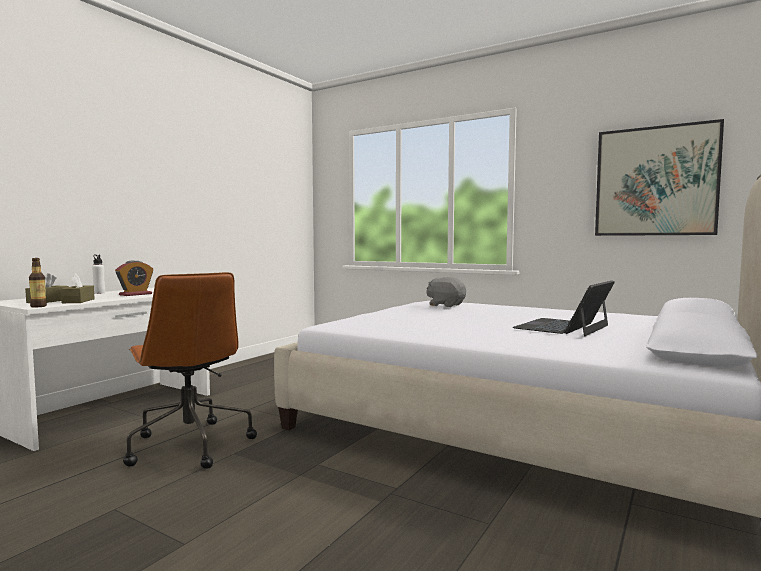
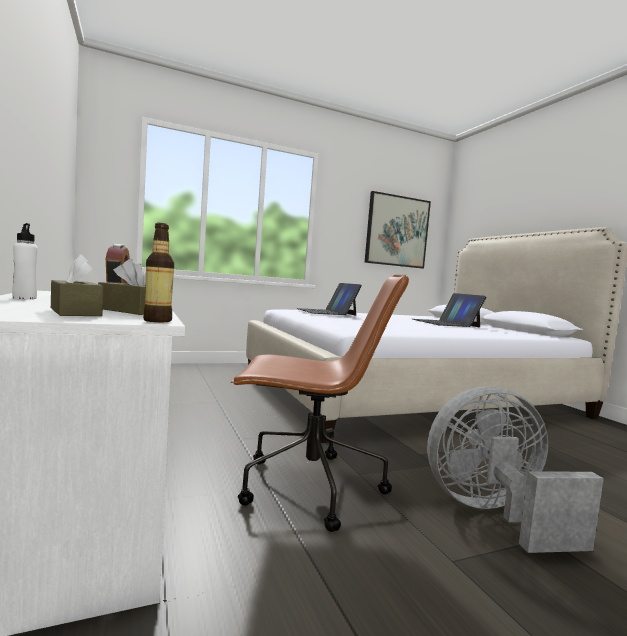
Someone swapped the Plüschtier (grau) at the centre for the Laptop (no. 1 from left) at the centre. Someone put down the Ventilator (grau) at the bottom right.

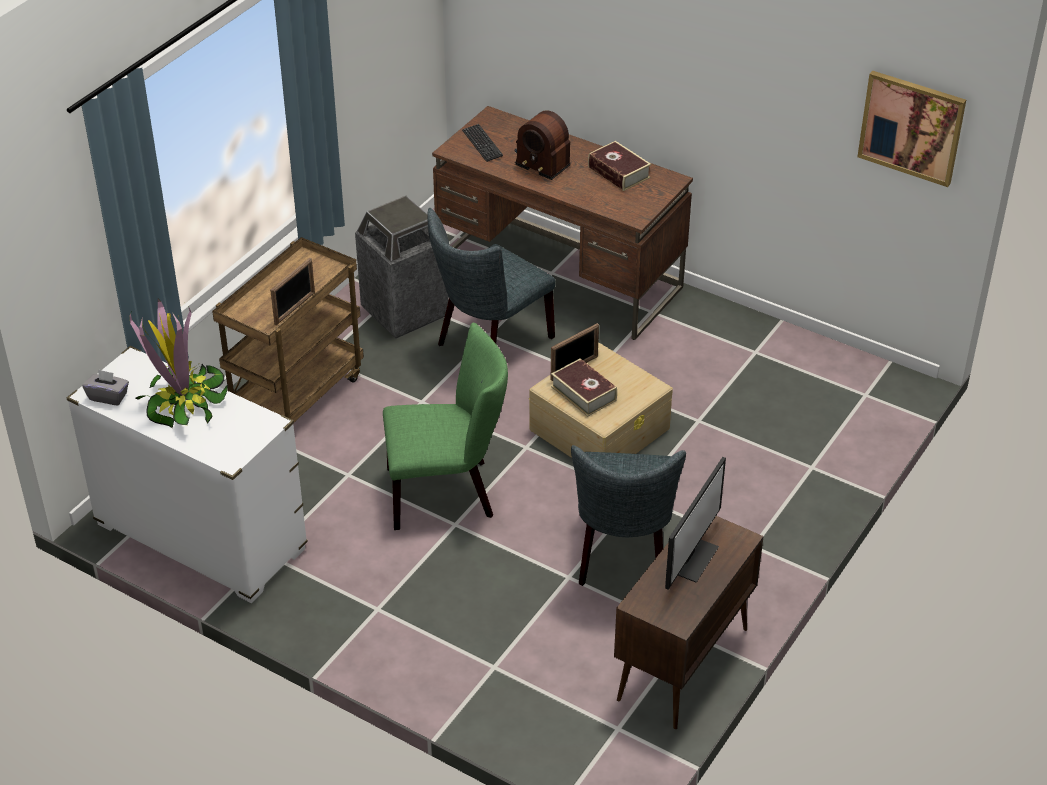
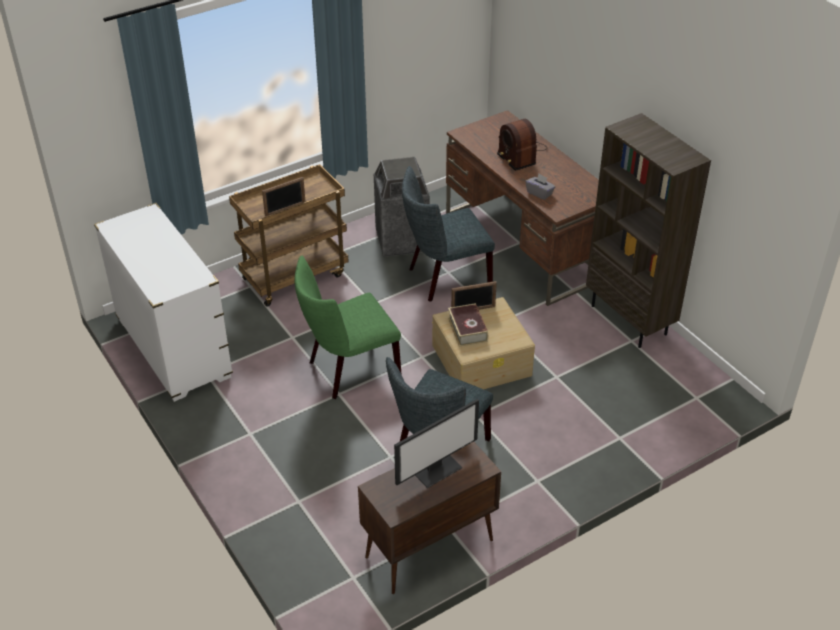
Someone rotated the Stuhl (grün) at the centre by 135 degrees clockwise. Someone carried the Taschentuchbox (grau) from the middle left to the top centre. Someone put down the Bücherregal (braun) at the middle right. Someone took away the Topfpflanze at the middle left. Someone took away the Tastatur at the top centre. Someone took away the Buch (no. 2 from left) at the top centre. Someone took away the Bild at the top right.

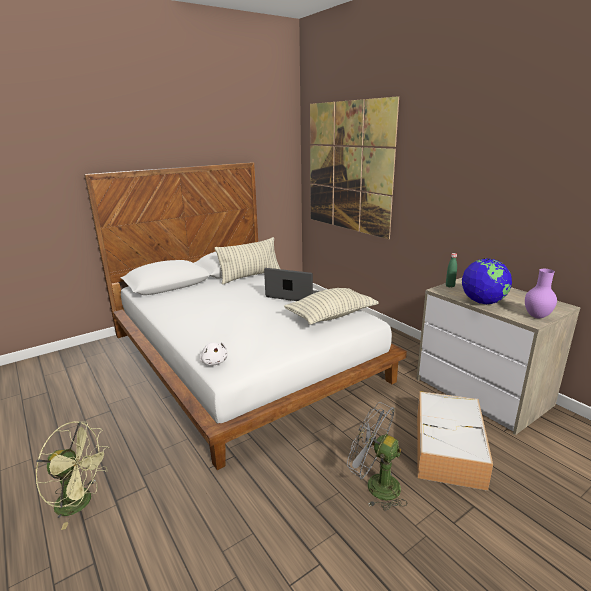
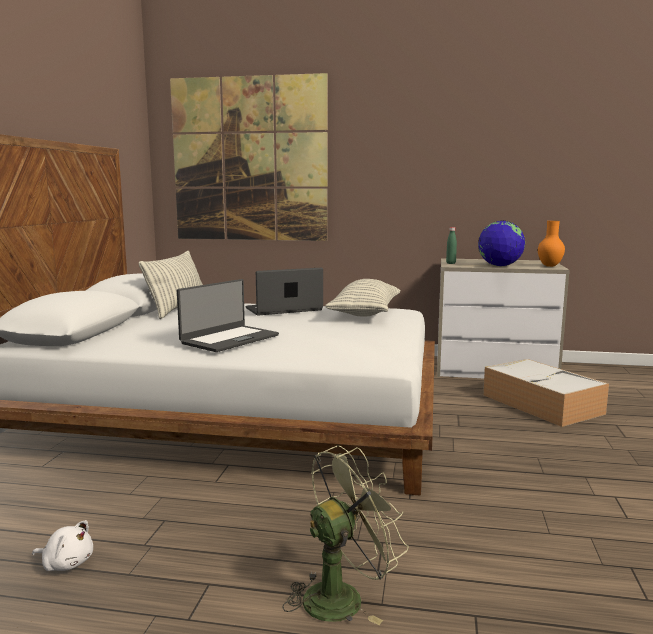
Someone carried the Plüschtier (weiß) from the centre to the bottom left. Someone put down the Laptop (no. 1 from left) at the centre. Someone repainted the Vase (lila) at the middle right, which became the Vase (orange) at the middle right. Someone took away the Ventilator (grau) at the bottom centre.

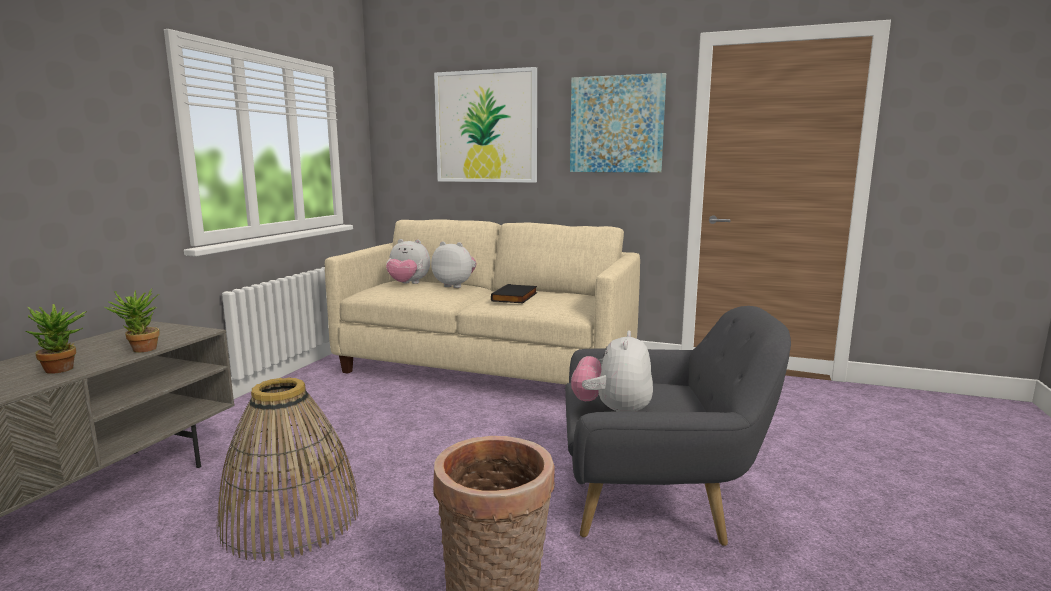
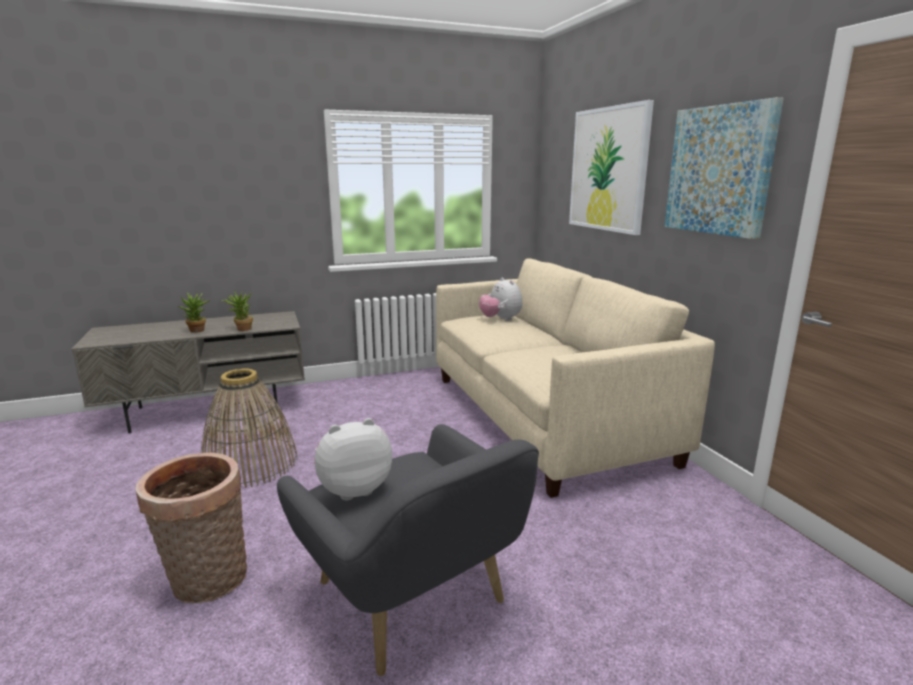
Someone took away the Plüschtier (no. 2 from left) at the centre. Someone took away the Buch (schwarz) at the centre.

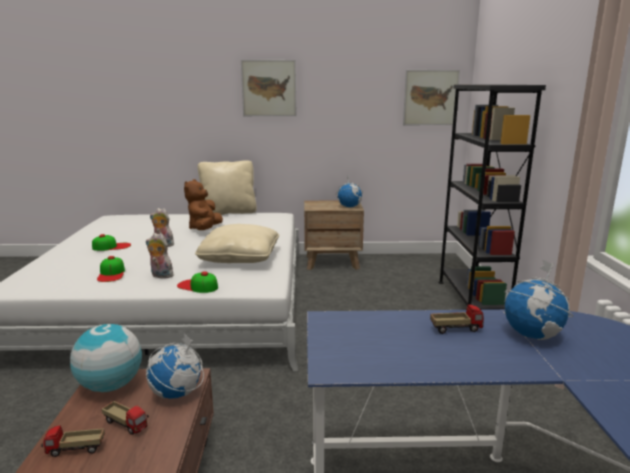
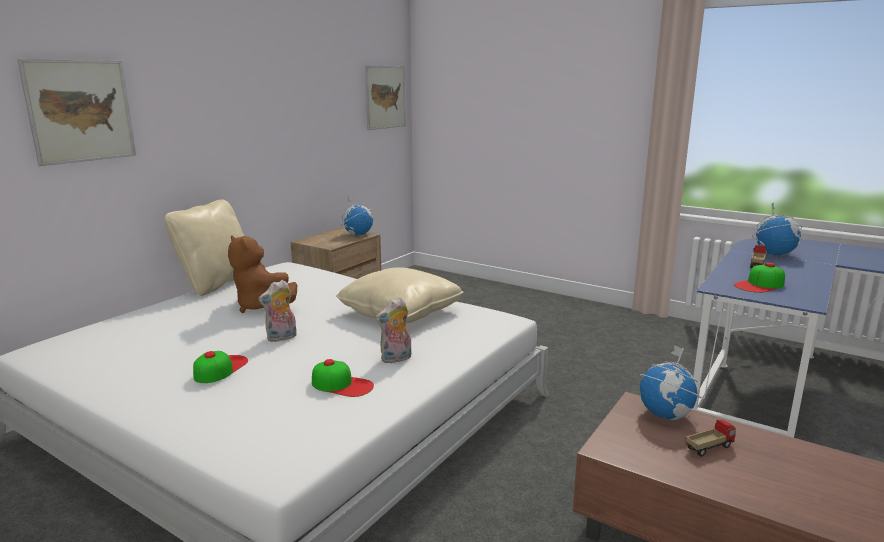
Someone carried the Bild (no. 1 from left) from the top centre to the top left. Someone carried the Kappe (no. 3 from left) from the middle left to the middle right. Someone took away the Spielzeuglaster (no. 1 from left) at the bottom left. Someone took away the Globus (no. 1 from left) at the bottom left. Someone took away the Bücherregal (schwarz) at the middle right.

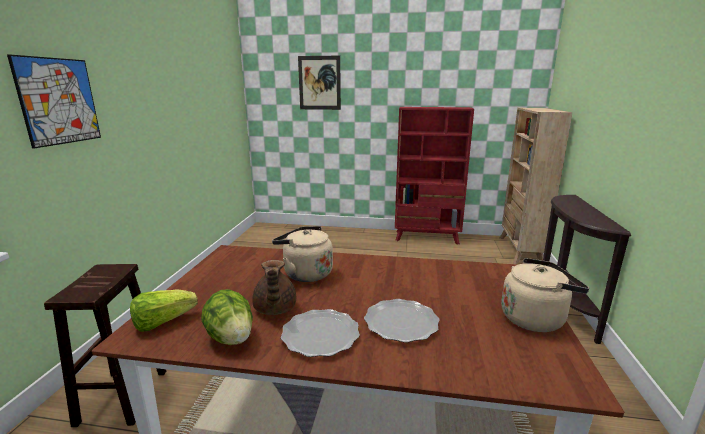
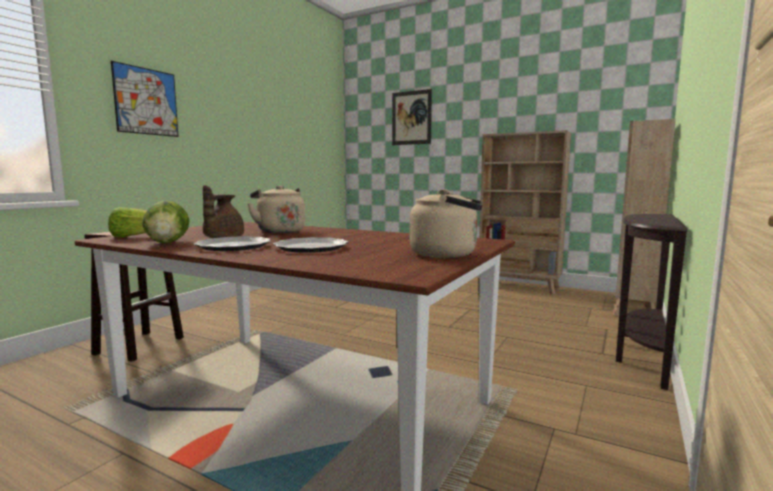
Someone repainted the Bücherregal (rot) at the centre, which became the Bücherregal (beige) (no. 1 from left) at the middle right.

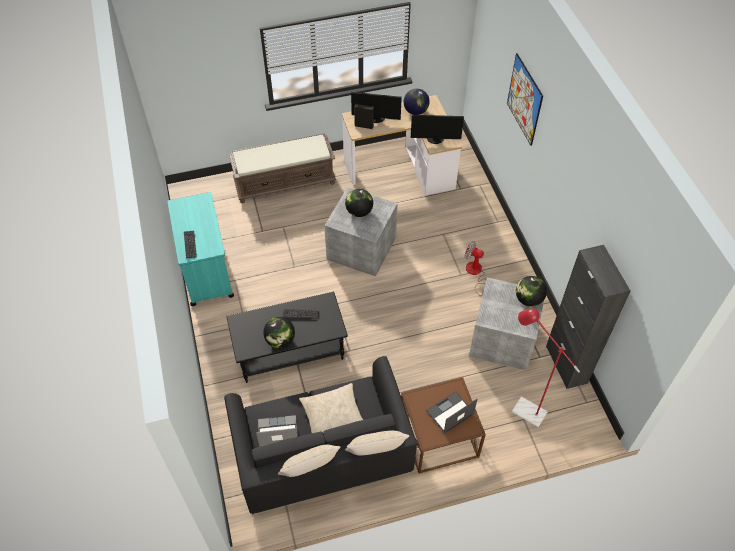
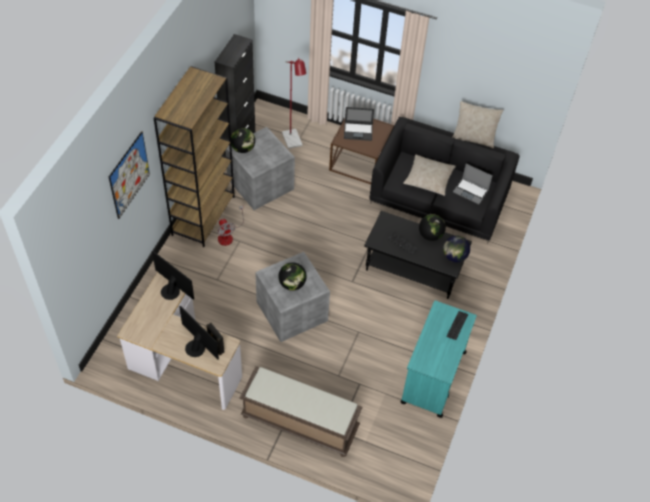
Someone put down the Bücherregal (braun) at the top left. Someone carried the Globus (no. 3 from left in the first image) from the top centre to the middle right. Someone took away the Kissen (beige) (no. 3 from left) at the bottom centre.

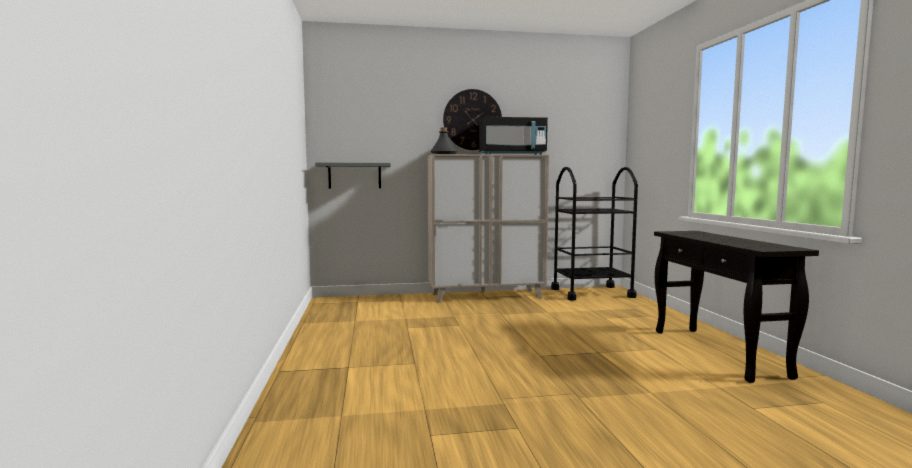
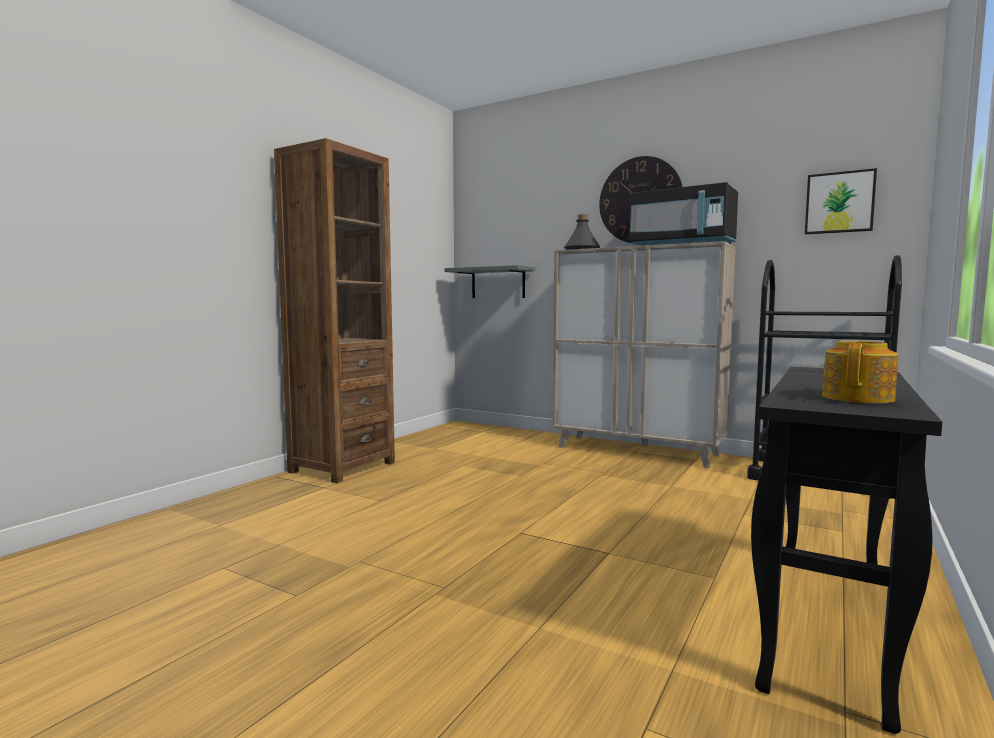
Someone put down the Bücherregal (braun) at the centre. Someone put up the Bild at the top right. Someone put down the Teekanne at the middle right.

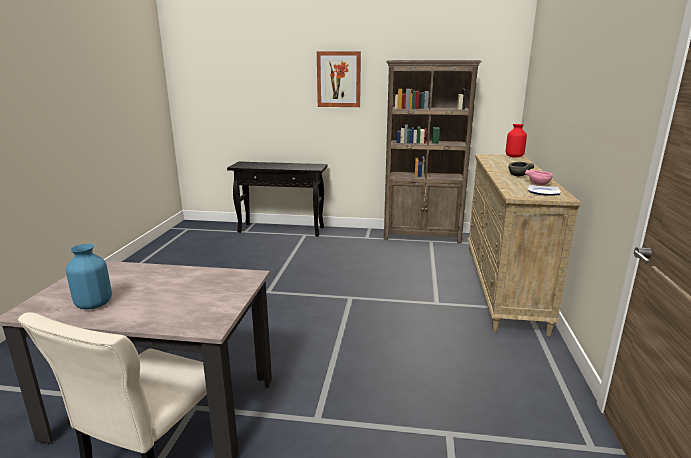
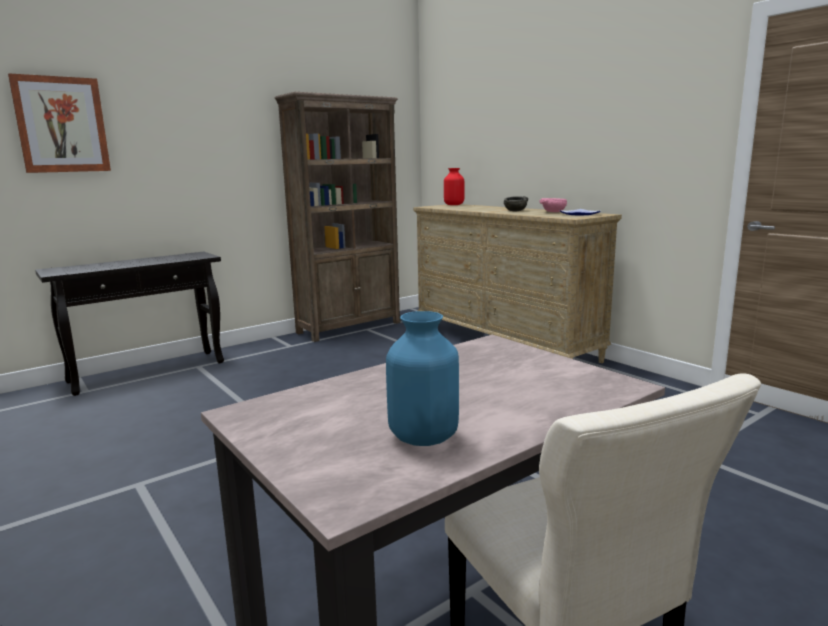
Someone carried the Bild from the top centre to the top left.

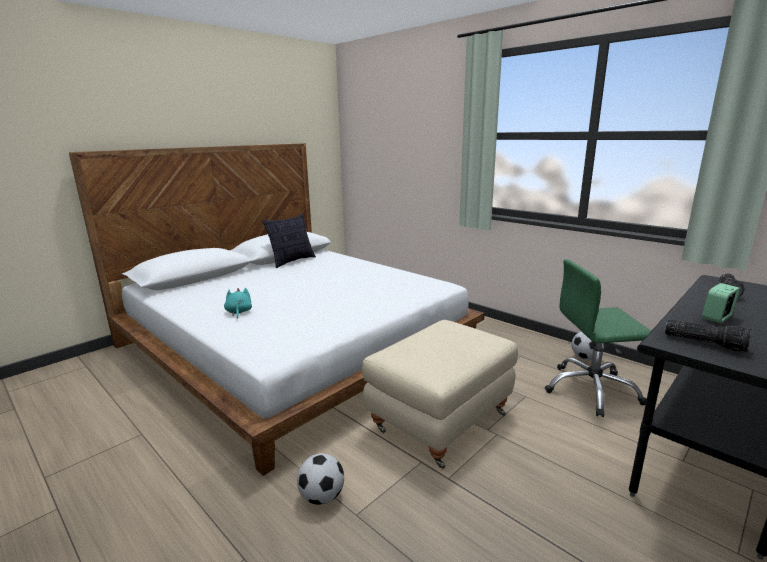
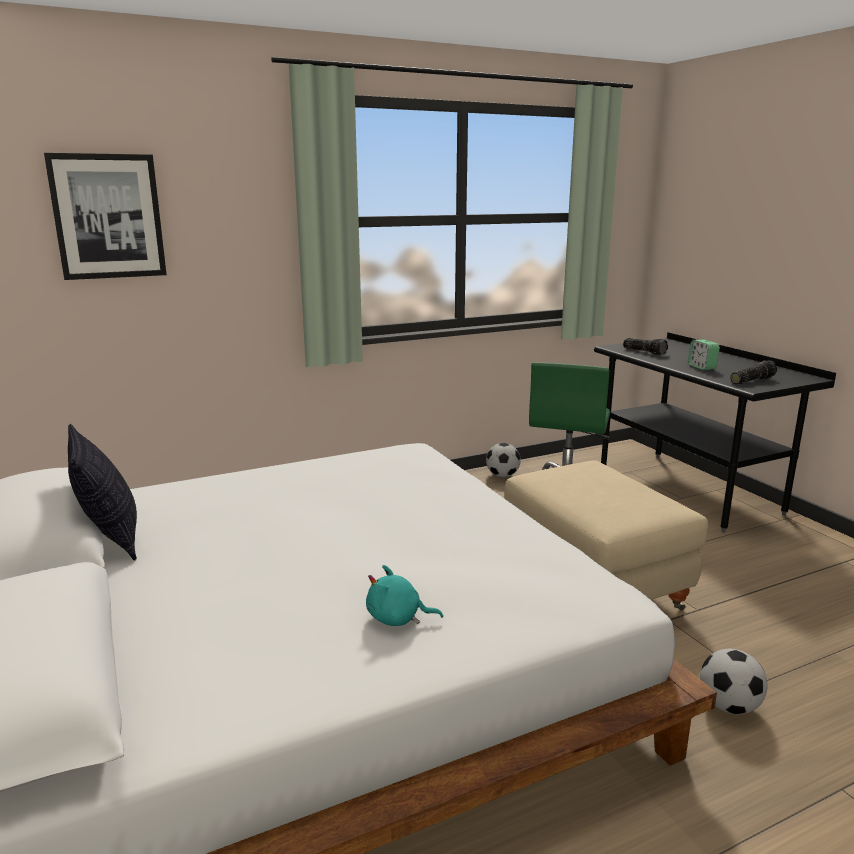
Someone put up the Bild at the top left.

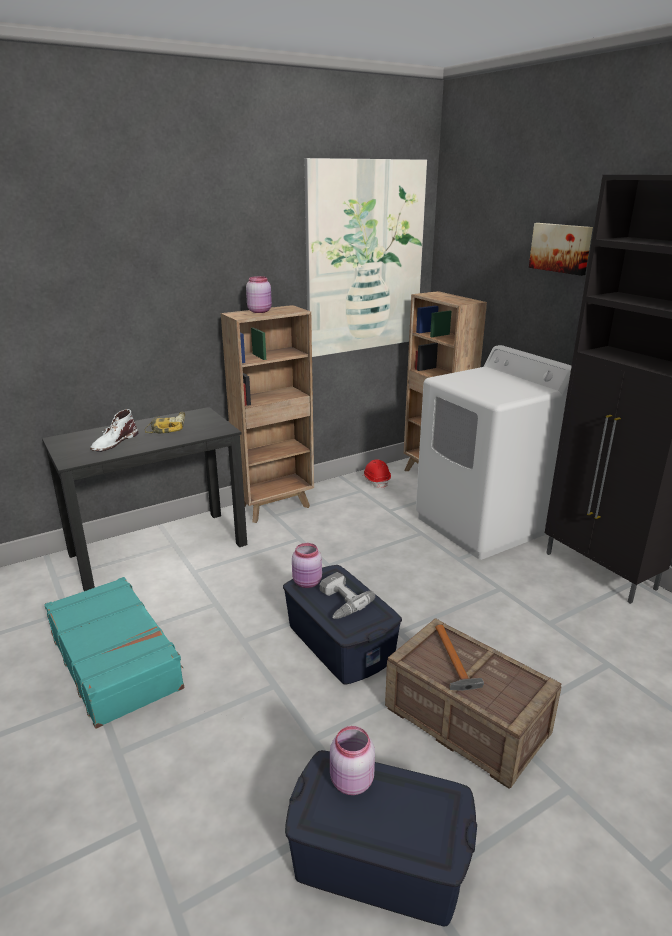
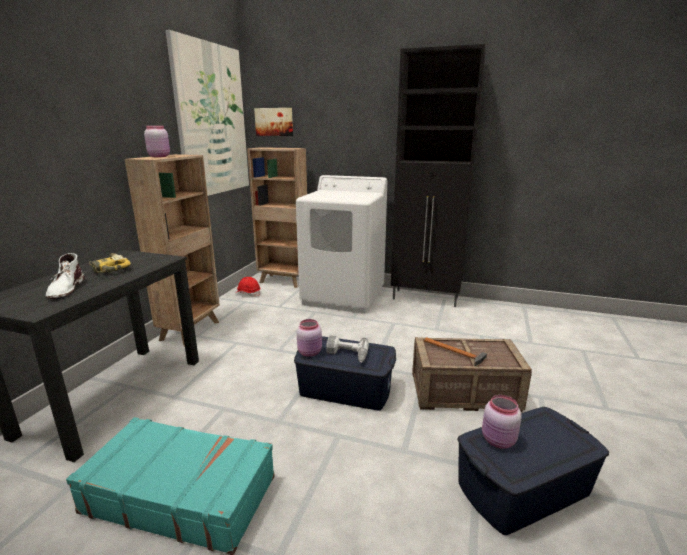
Someone carried the Bild (no. 2 from left) from the top right to the top centre.

